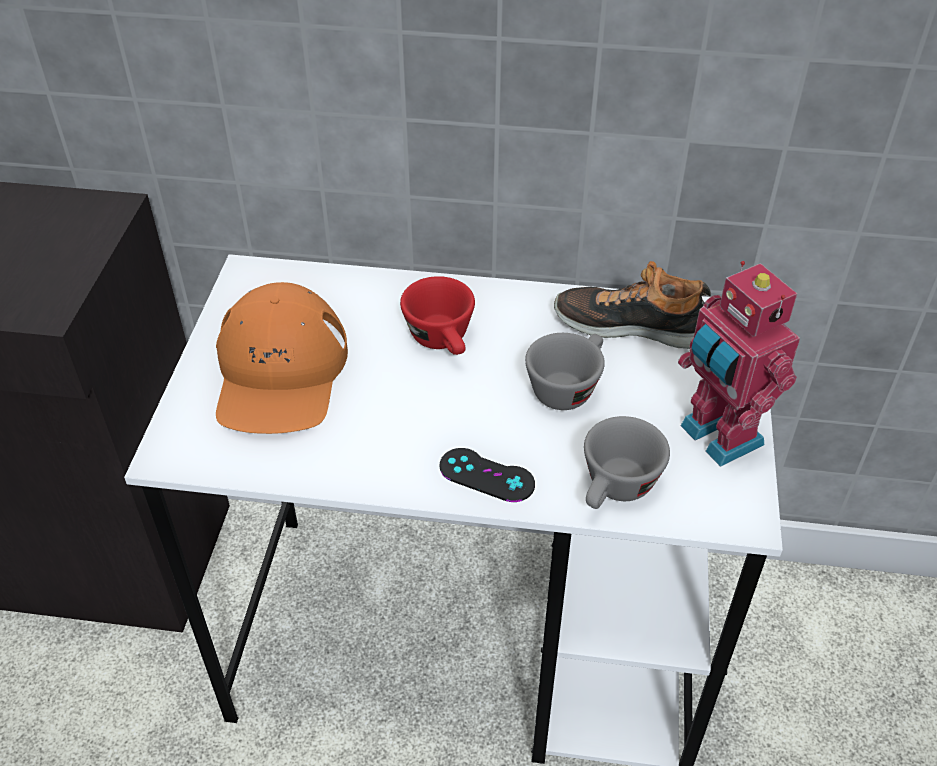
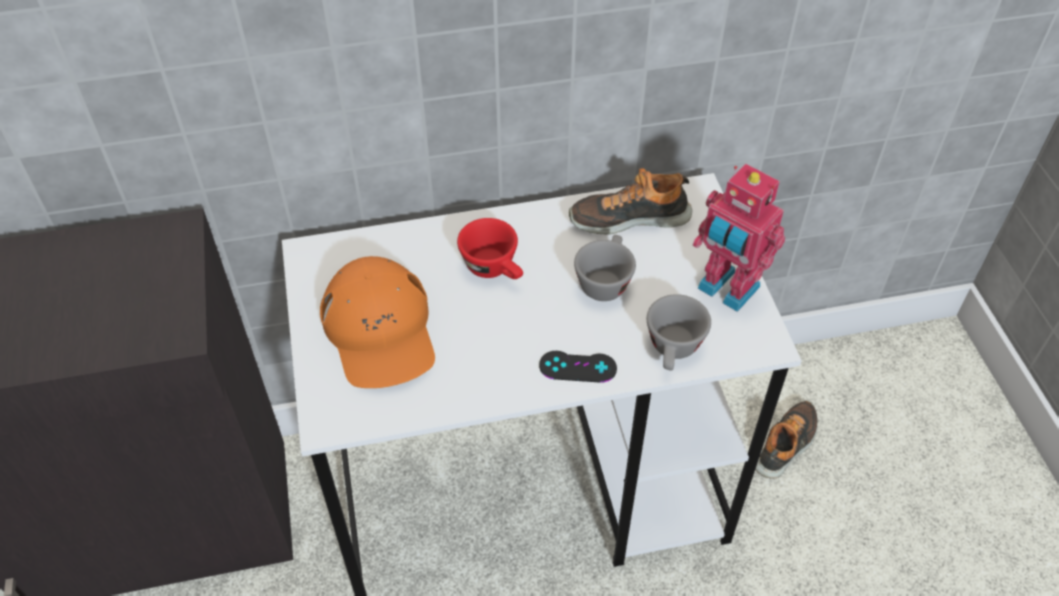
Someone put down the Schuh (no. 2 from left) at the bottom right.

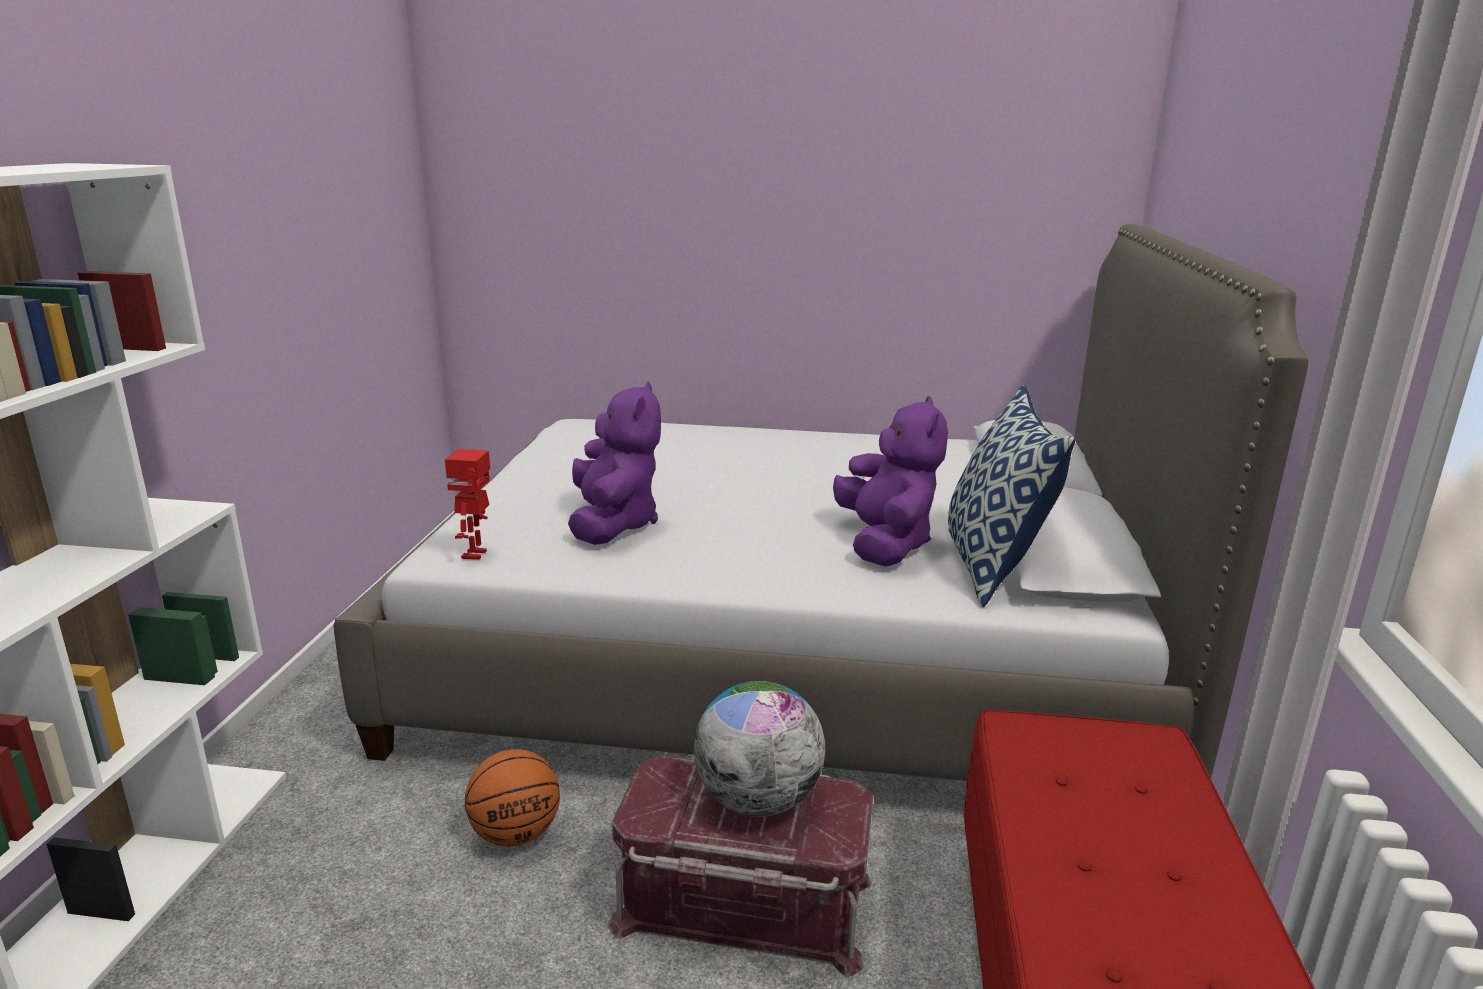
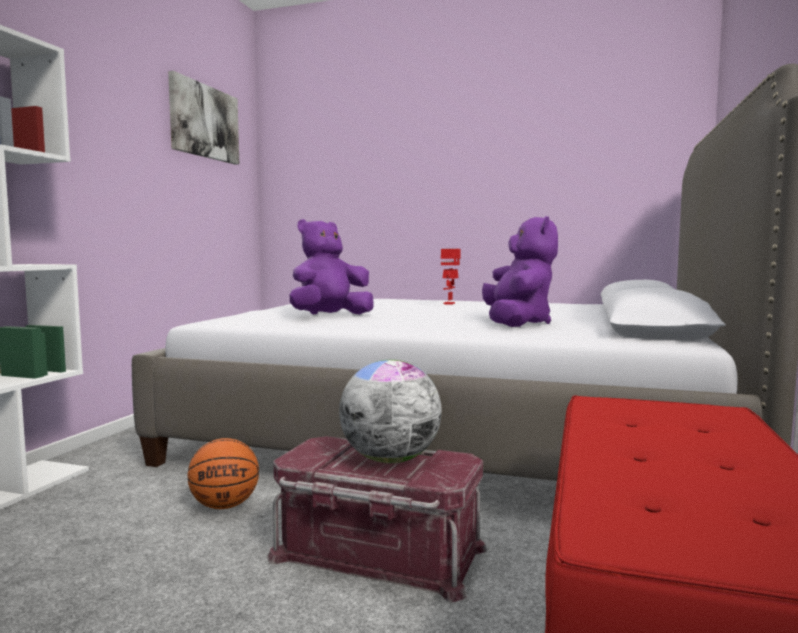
Someone put up the Bild at the top left. Someone rotated the Plüschtier (lila) (no. 1 from left) at the centre by 135 degrees counterclockwise. Someone carried the Spielzeugroboter from the middle left to the centre. Someone took away the Kissen at the middle right.

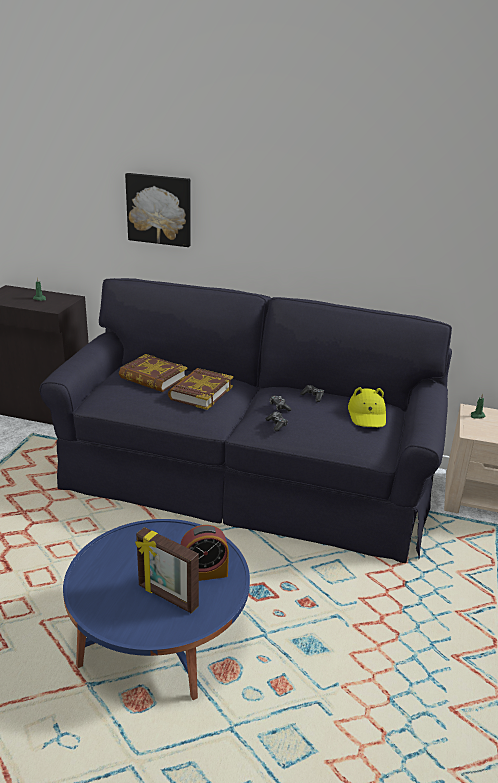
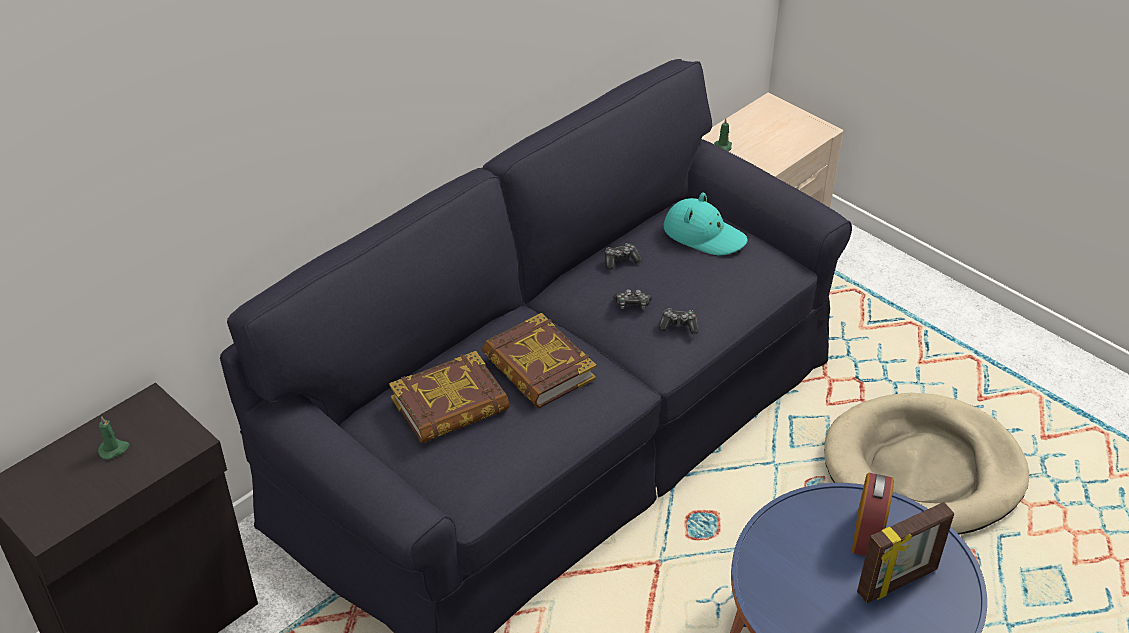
Someone repainted the Hut (gelb) at the middle right, which became the Hut (türkis) at the centre. Someone put down the Hundebett (beige) at the bottom right. Someone took away the Bild at the top left.

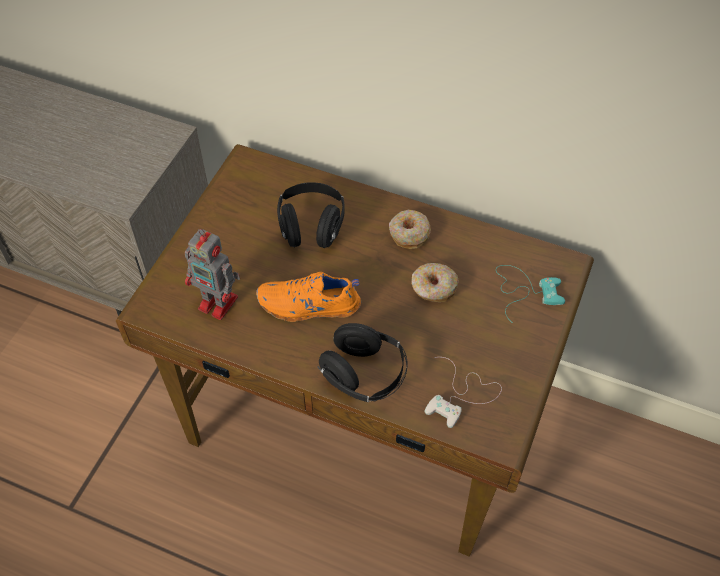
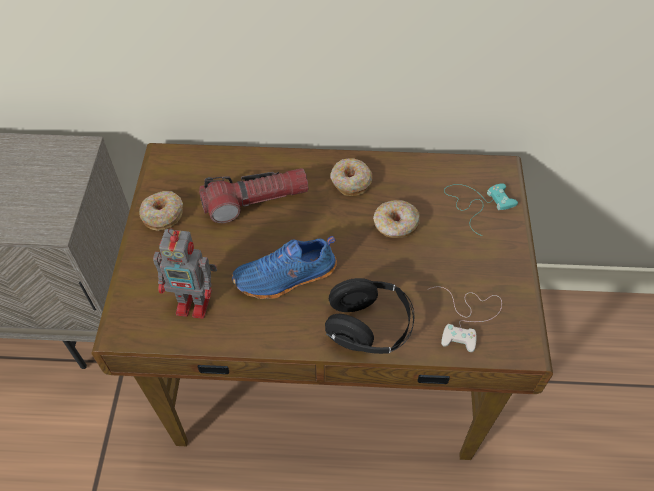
Someone put down the Donut (no. 1 from left) at the middle left. Someone swapped the Kopfhörer (schwarz) (no. 1 from left) at the centre for the Taschenlampe at the centre. Someone repainted the Schuh (orange) at the centre, which became the Schuh (blau) at the centre.

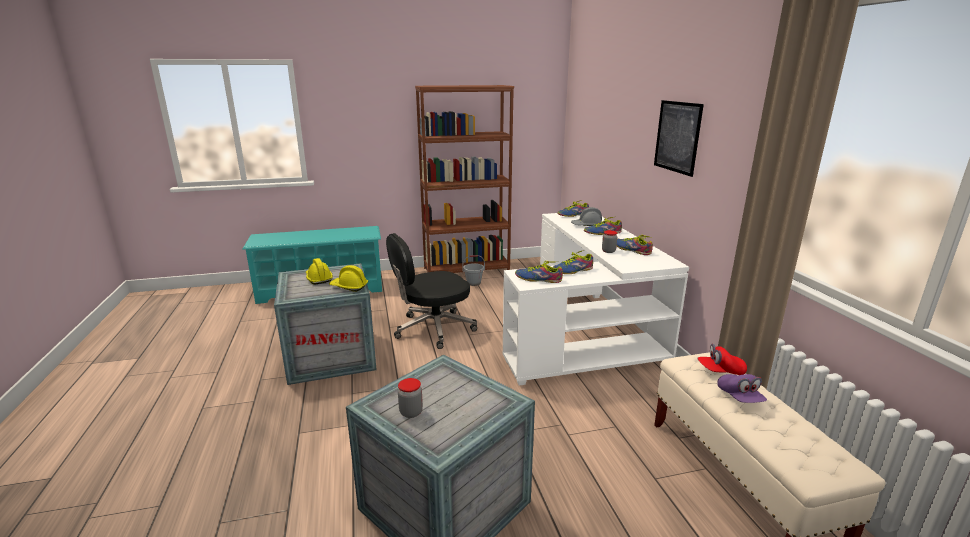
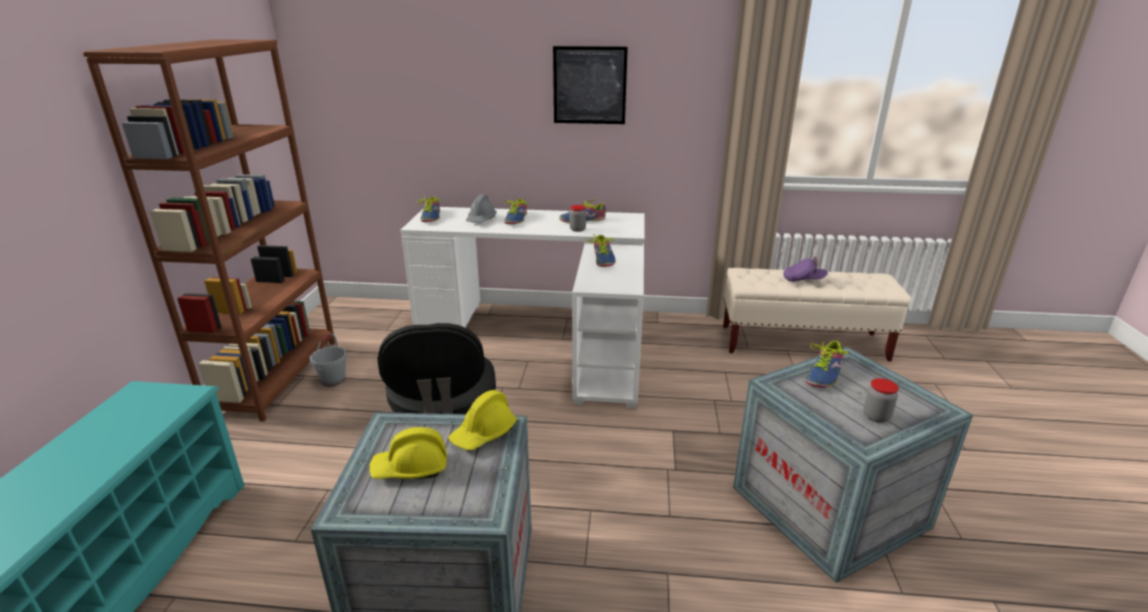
Someone carried the Schuh (no. 1 from left in the first image) from the centre to the middle right. Someone took away the Kappe (rot) at the bottom right.

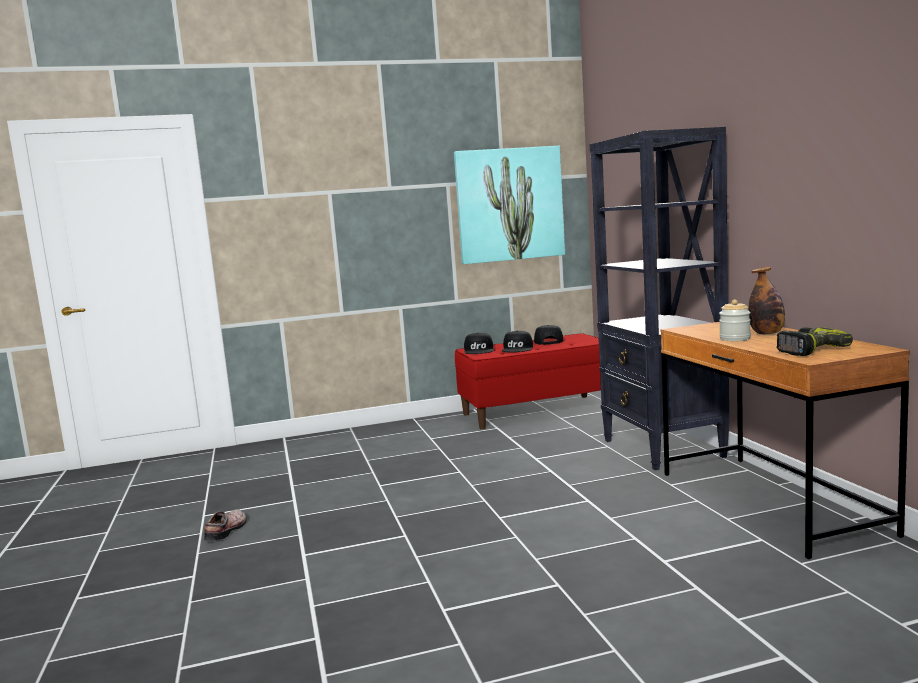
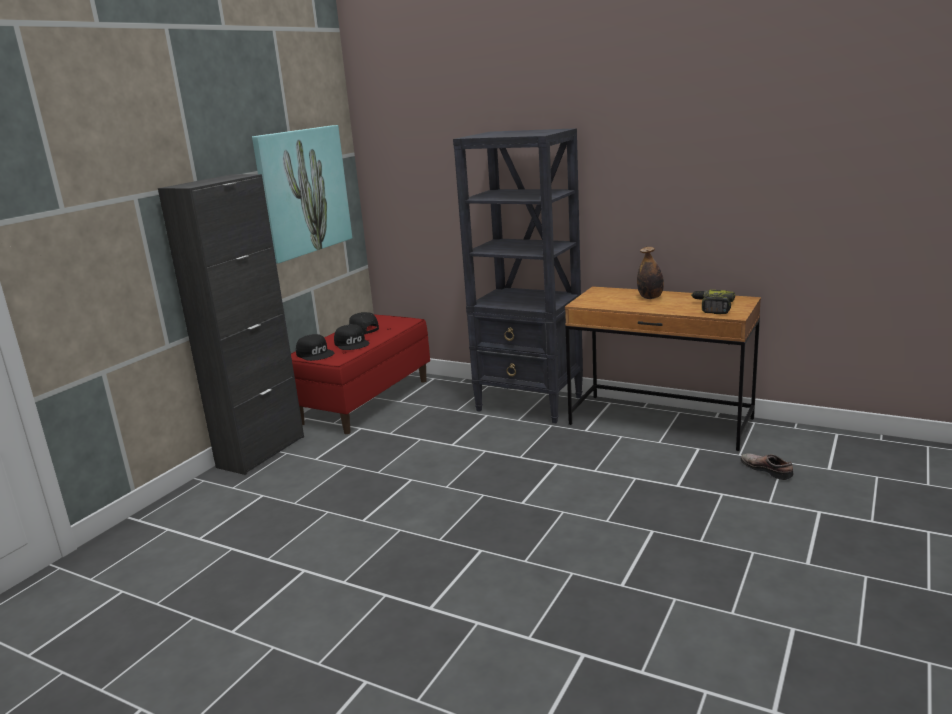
Someone put down the Schrank (schwarz) at the middle left. Someone carried the Schuh from the bottom left to the middle right. Someone took away the Vorratsglas at the middle right.

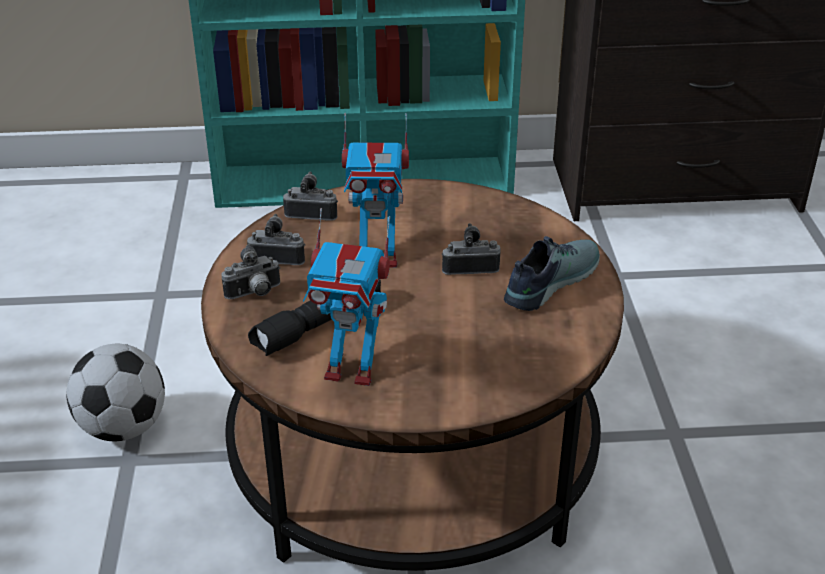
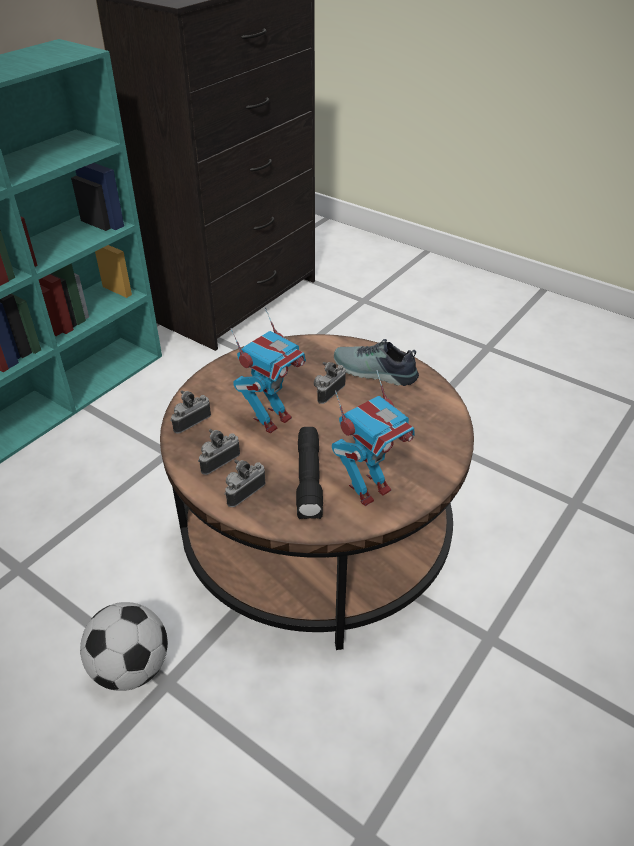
Someone rotated the Kamera (no. 1 from left in the first image) at the middle left by 150 degrees counterclockwise. Someone rotated the Schuh at the middle right by 60 degrees counterclockwise.

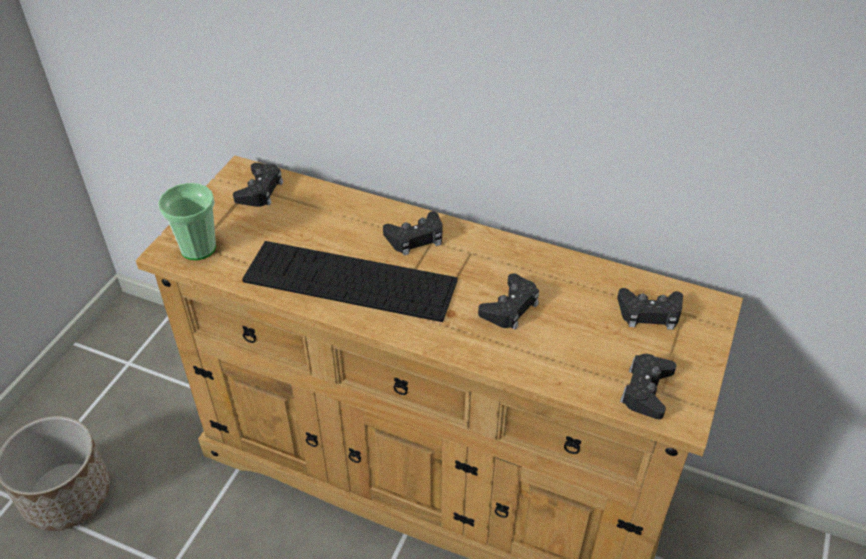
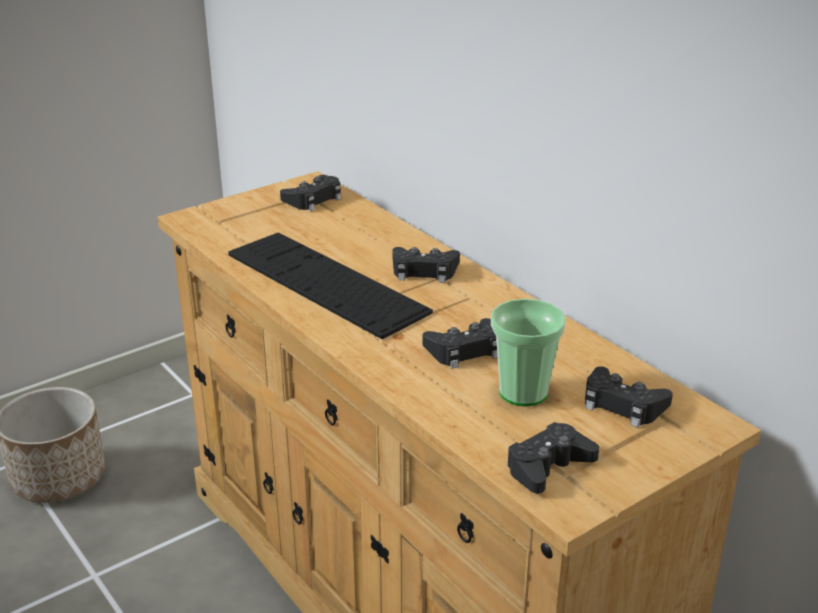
Someone carried the Tasse from the middle left to the centre.

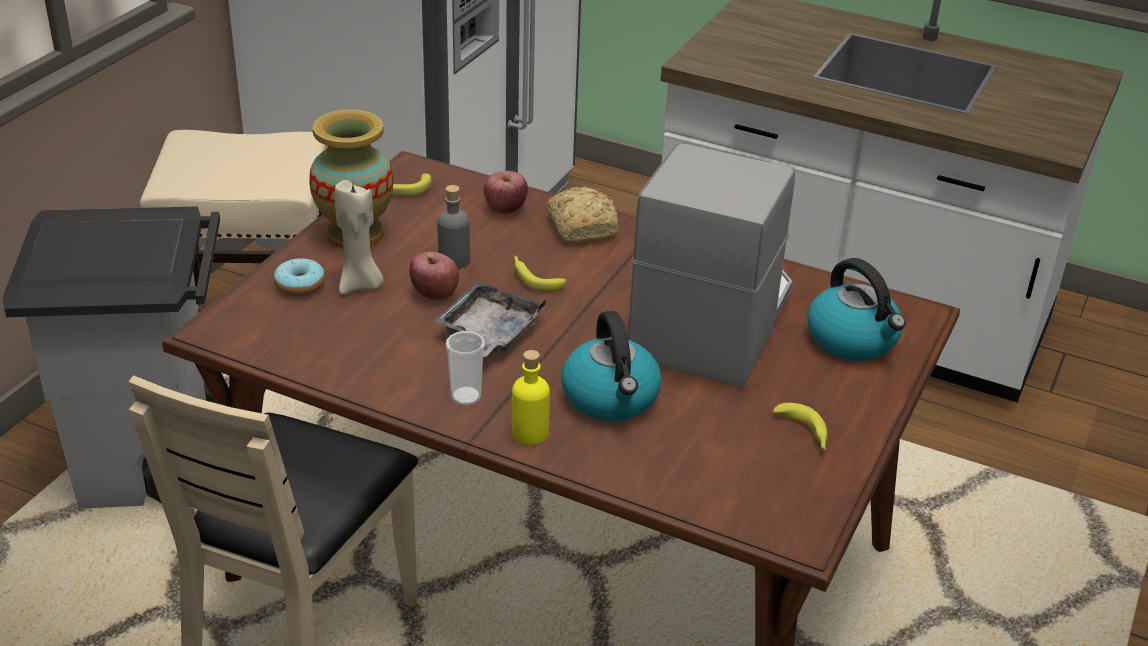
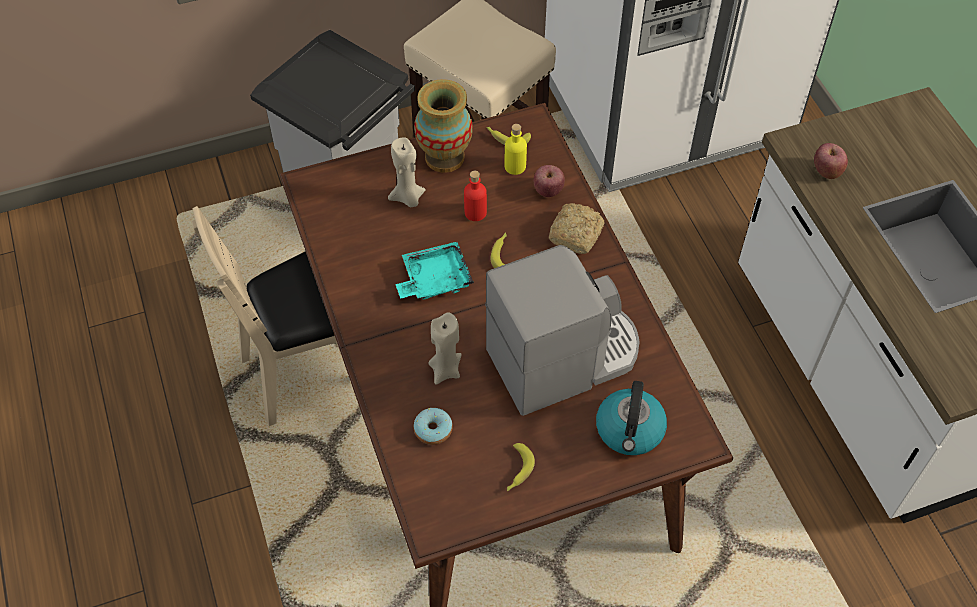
Someone repainted the Tablett (grau) at the centre, which became the Tablett (türkis) at the centre. Someone carried the Donut from the middle left to the bottom centre. Someone swapped the Wasserkessel (no. 1 from left) at the centre for the Kerze (beige) (no. 2 from left) at the centre. Someone repainted the Flasche (grau) at the centre, which became the Flasche (rot) at the top centre. Someone carried the Flasche (gelb) from the centre to the top centre. Someone carried the Apfel (no. 1 from left in the first image) from the centre to the top right. Someone took away the Tasse at the centre.

